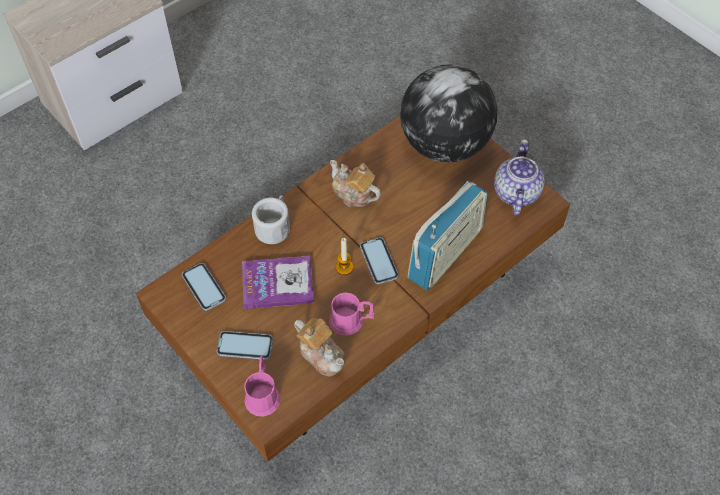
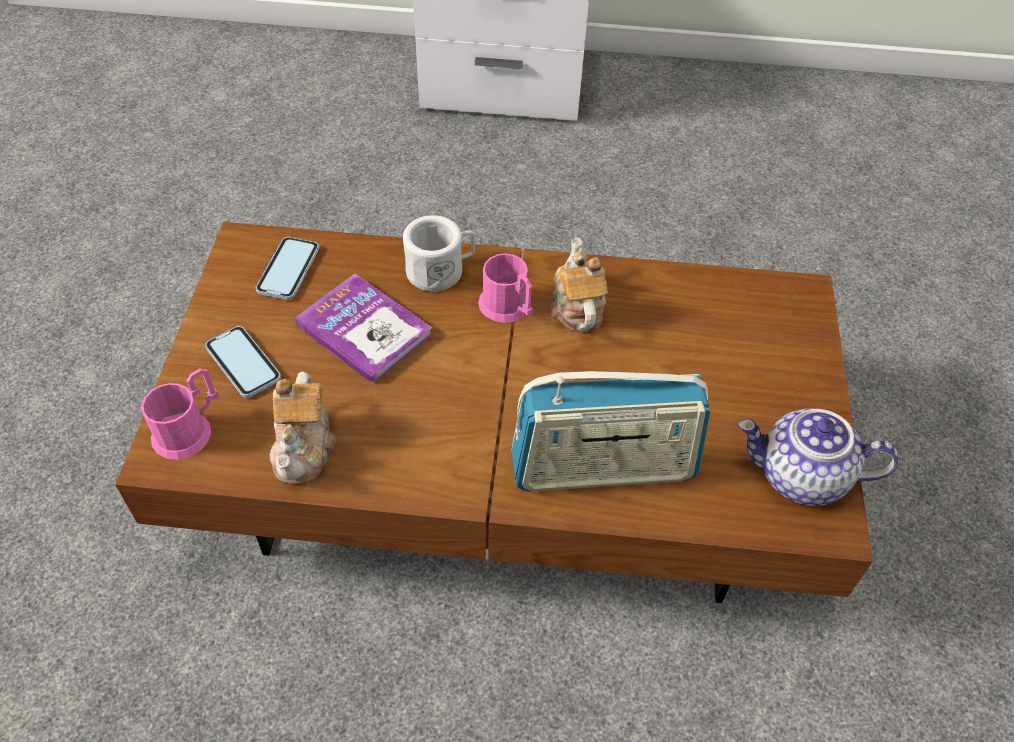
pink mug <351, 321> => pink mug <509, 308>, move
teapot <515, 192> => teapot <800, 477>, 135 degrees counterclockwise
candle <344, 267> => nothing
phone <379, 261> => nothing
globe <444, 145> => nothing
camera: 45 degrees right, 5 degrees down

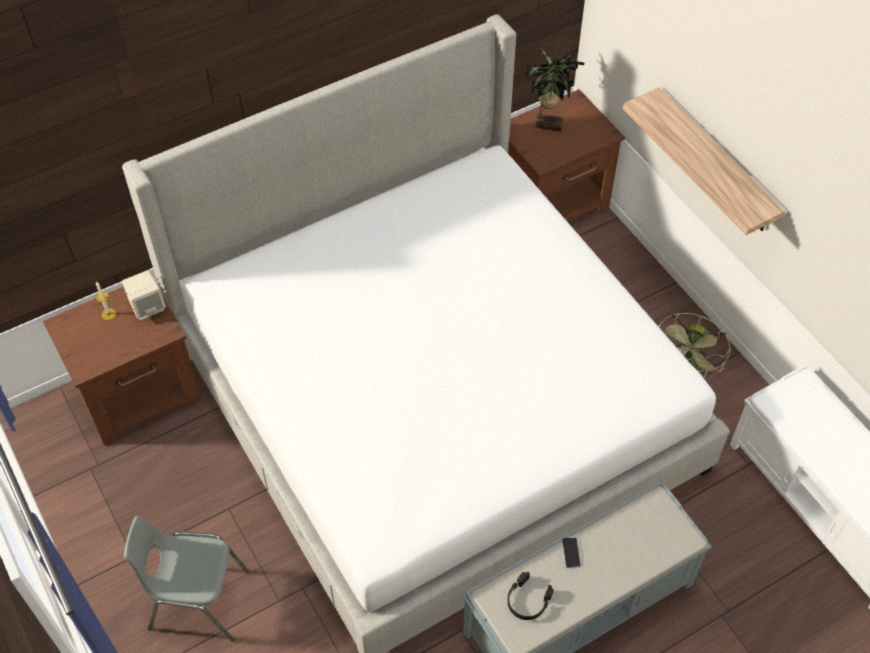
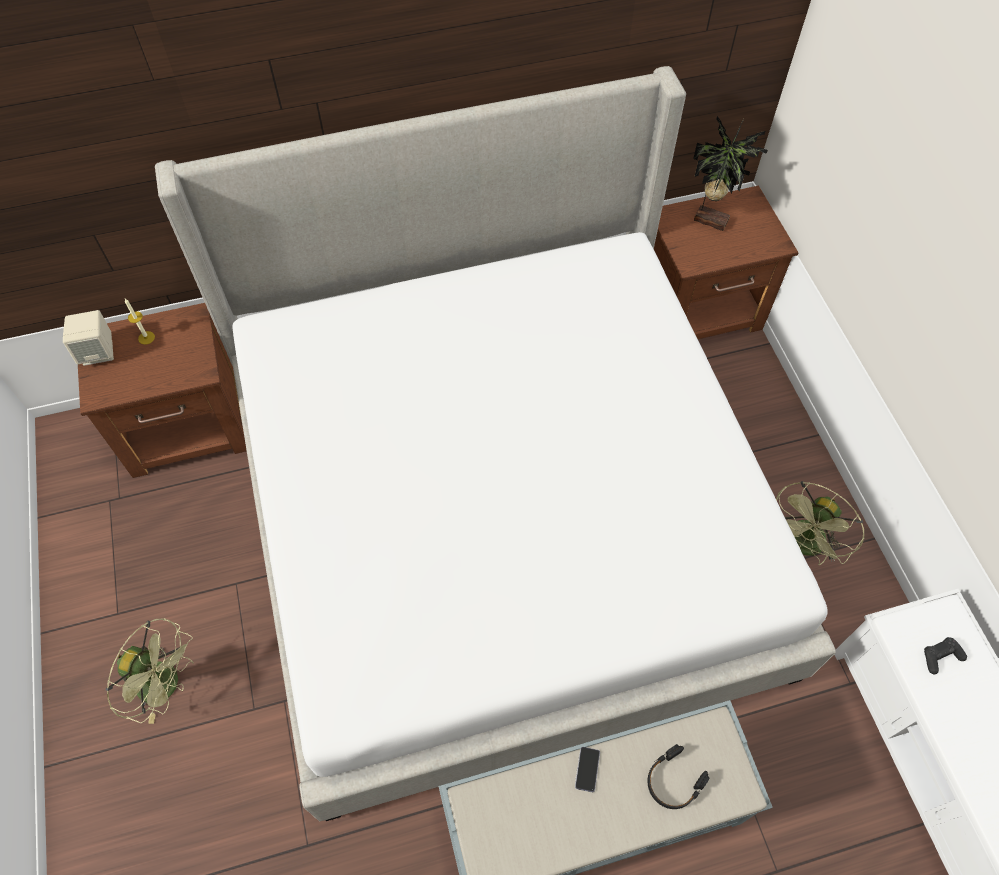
beige speaker <148, 307> => beige speaker <98, 352>, move
grey chair <198, 600> => green fan <167, 684>
black headphones <527, 600> => black headphones <673, 781>, move
nothing => black game controller <940, 656>
shelf <715, 162> => nothing
camera: 15 degrees right, 5 degrees up

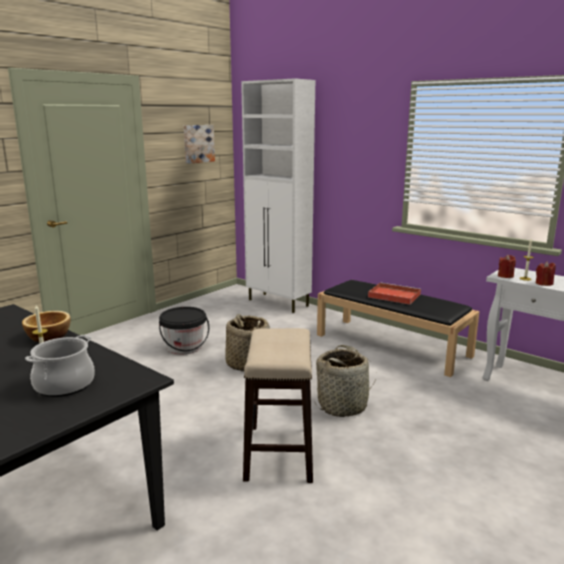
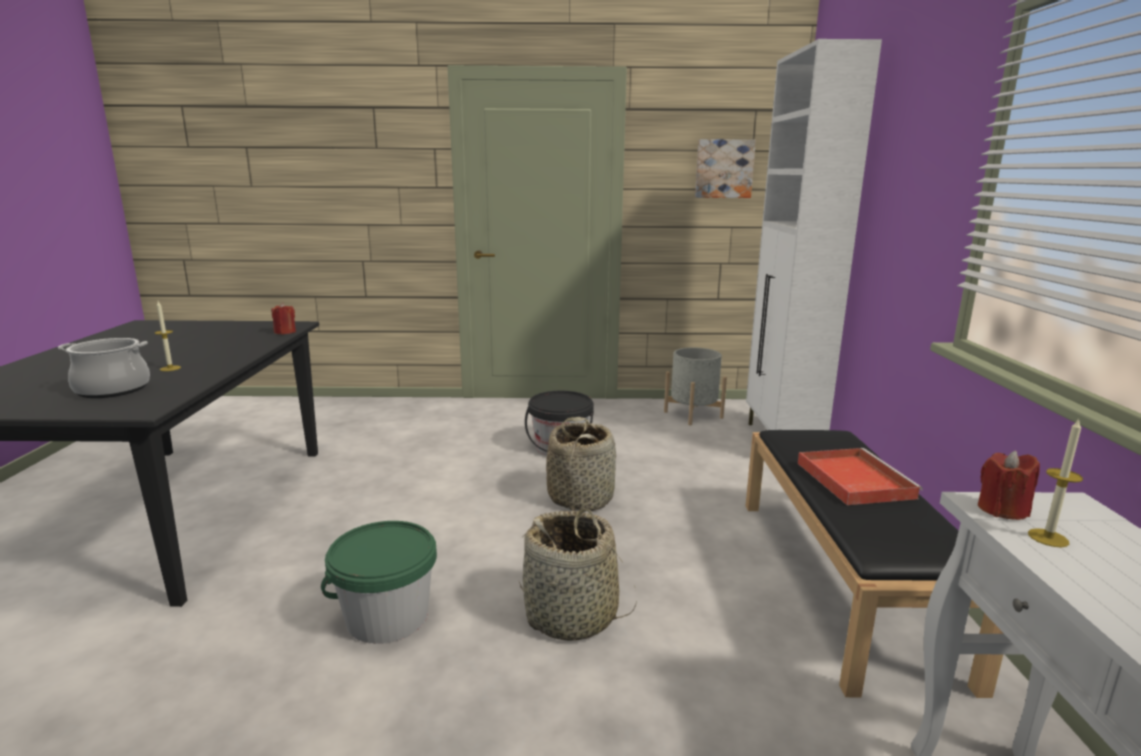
red candle <543, 283> => red candle <285, 332>, move
stool <279, 453> => green bucket <387, 617>
nothing => grey planter <693, 415>
bowl <48, 336> => nothing
camera: 50 degrees right, 0 degrees up

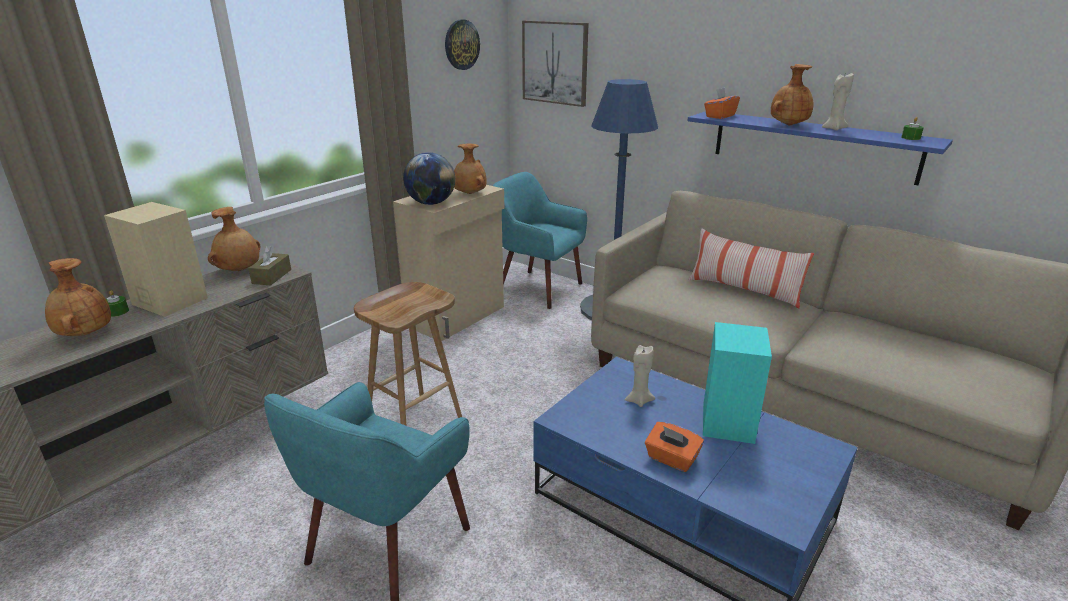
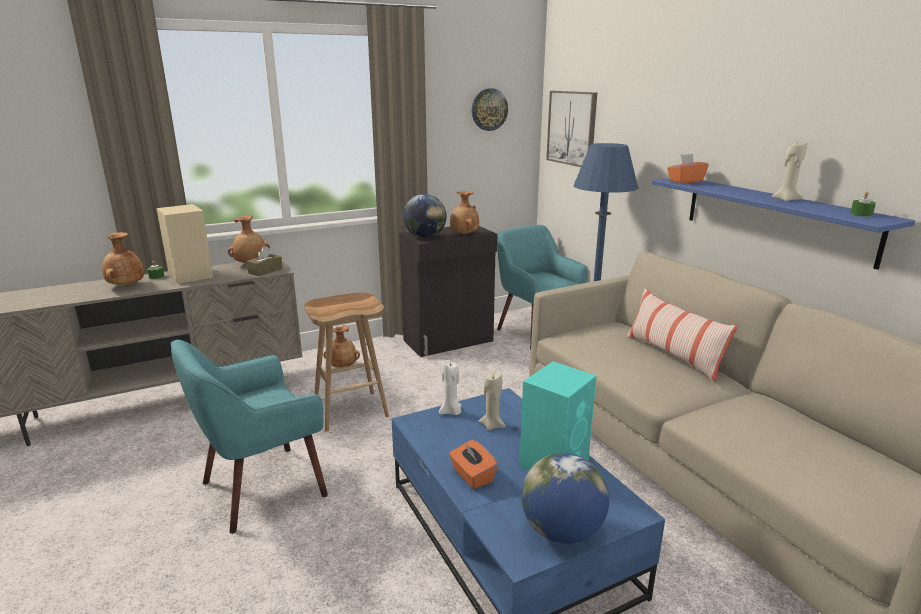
brown vase <788, 125> => brown vase <342, 366>, move
beige cabinet <457, 316> => black cabinet <449, 341>
nothing => white candle <451, 412>
nothing => globe <562, 531>
camera: 25 degrees right, 5 degrees down

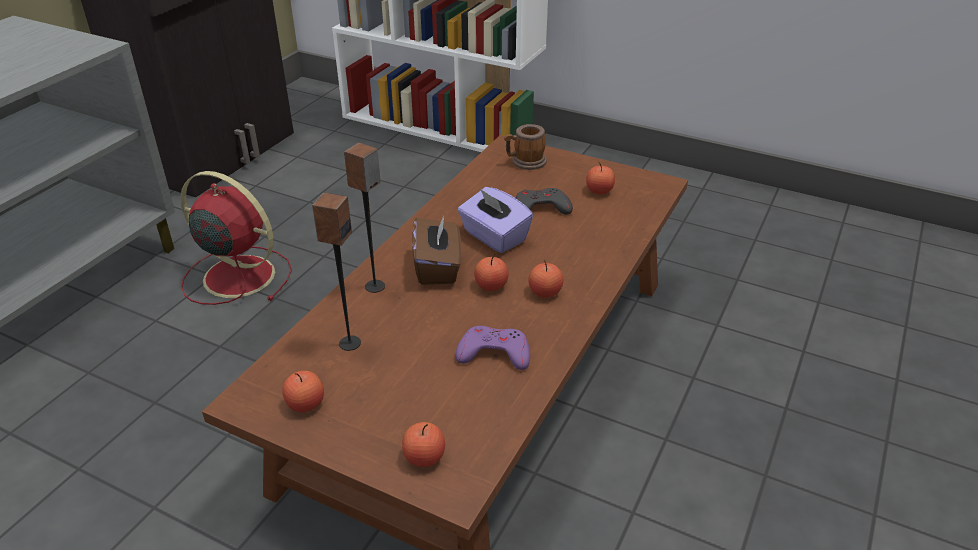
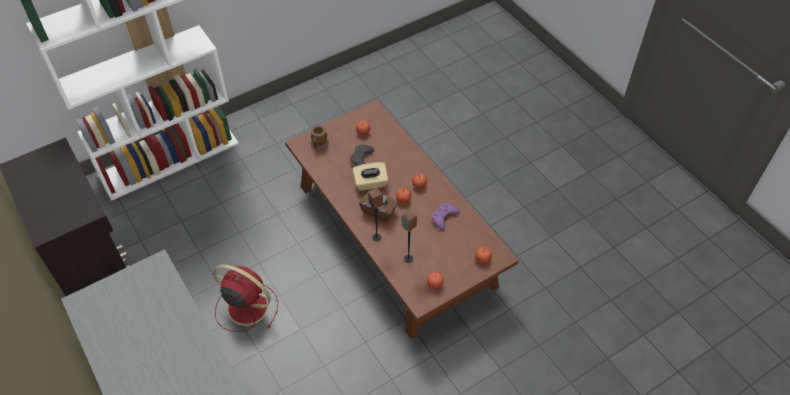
red fan <236, 275> => red fan <246, 306>, 60 degrees clockwise
purple tissue box <494, 237> => beige tissue box <370, 183>
camera: 60 degrees left, 15 degrees up

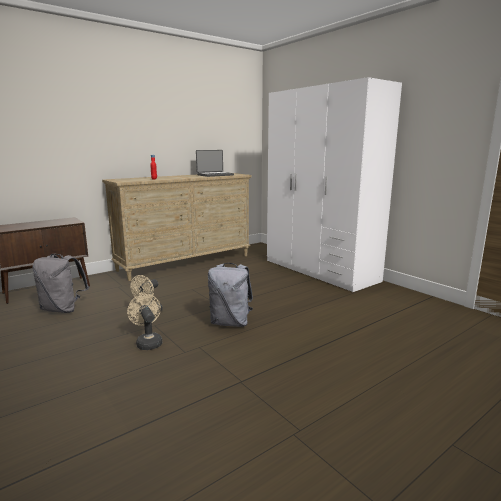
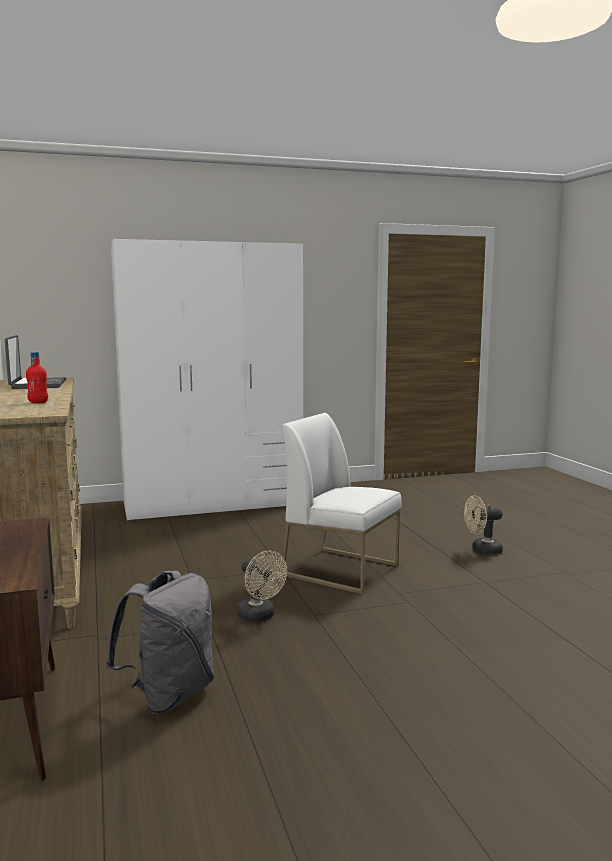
grey backpack <230, 323> => white chair <342, 570>
beige fan <148, 342> => beige fan <482, 550>, move
camera: 70 degrees left, 5 degrees down

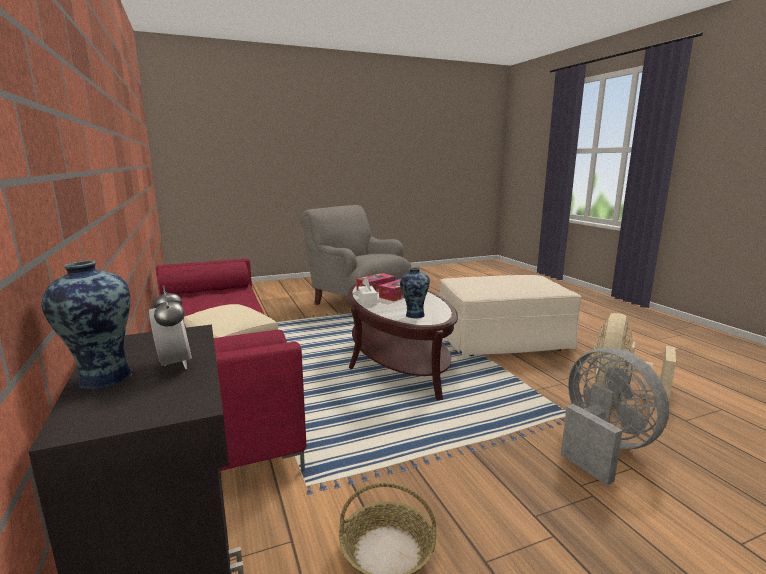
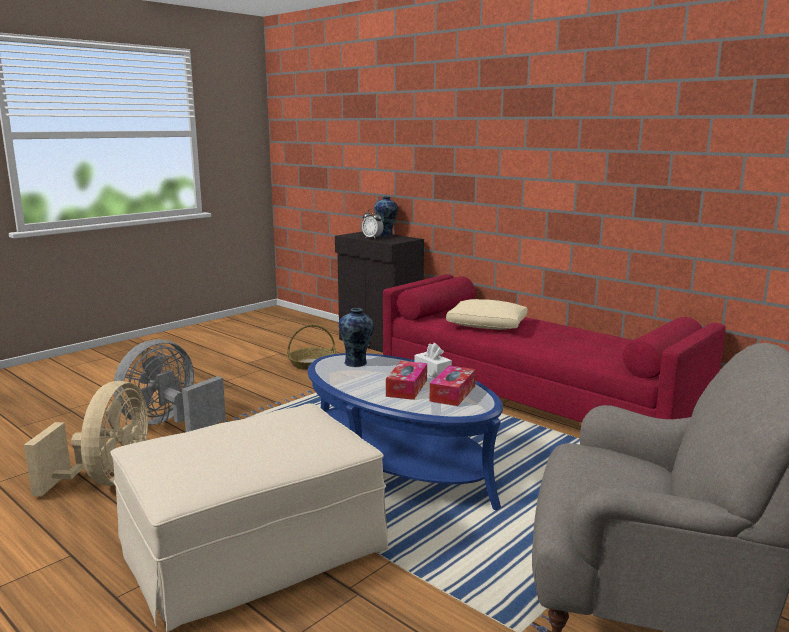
grey fan <602, 446> => grey fan <169, 423>, 90 degrees clockwise
brown coffee table <397, 360> => blue coffee table <398, 465>
camera: 155 degrees right, 0 degrees up

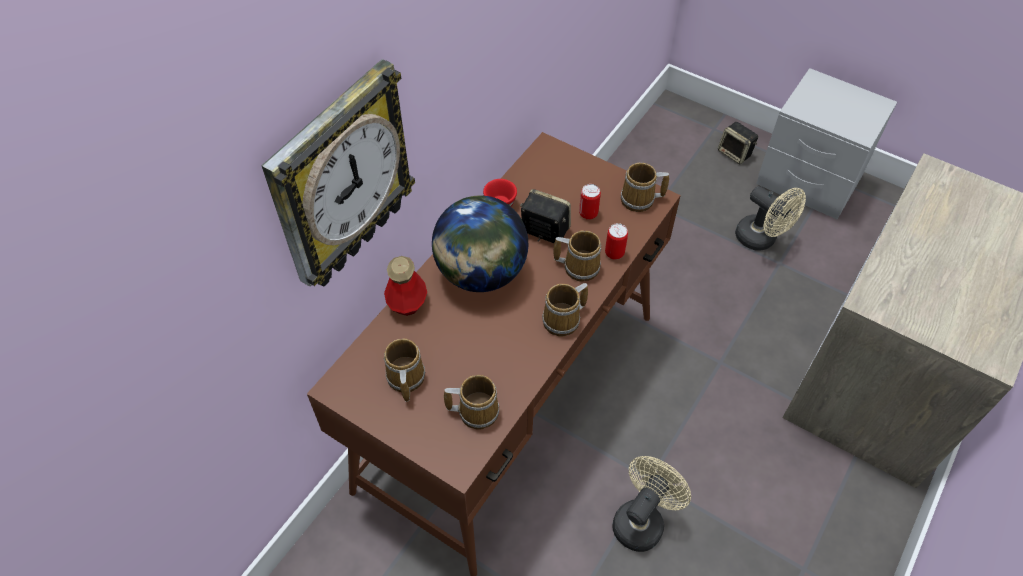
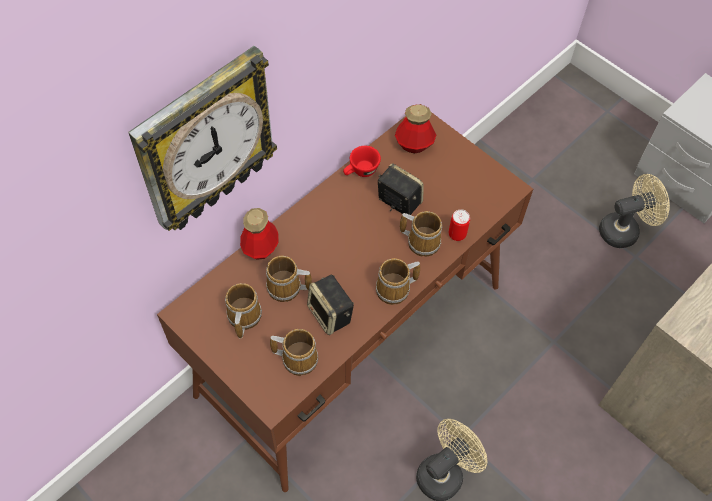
mug <640, 200> => mug <286, 288>, move
speaker <735, 153> => speaker <331, 314>, move
nothing => bottle <414, 144>
beige fan <761, 239> => beige fan <624, 230>, 75 degrees counterclockwise
globe <481, 273> => nothing
can <588, 213> => nothing
camera: 10 degrees right, 5 degrees up

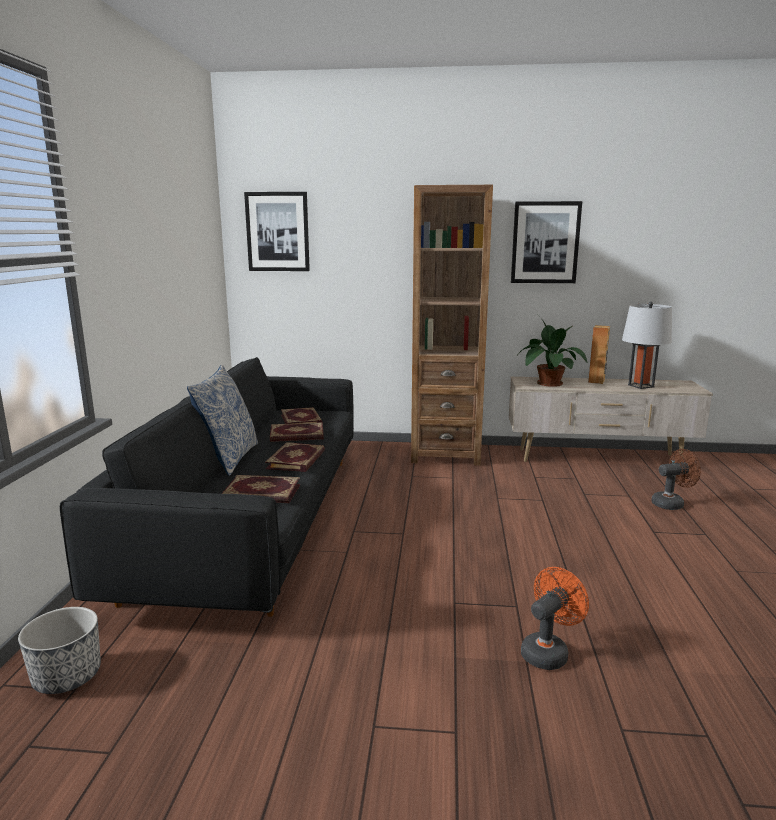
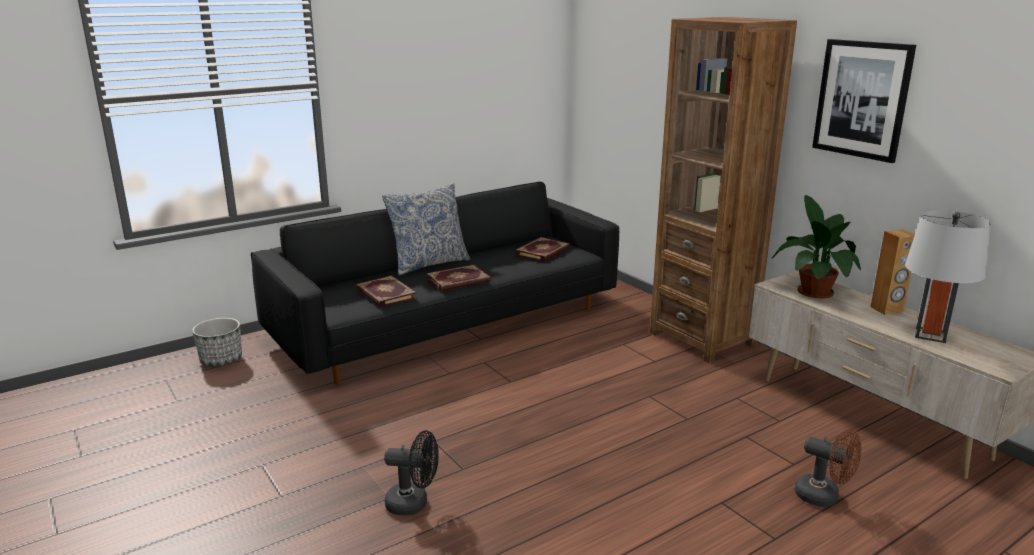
orange fan <548, 651> => black fan <414, 503>
picture <277, 232> => nothing
book <297, 435> => nothing
camera: 50 degrees right, 5 degrees up

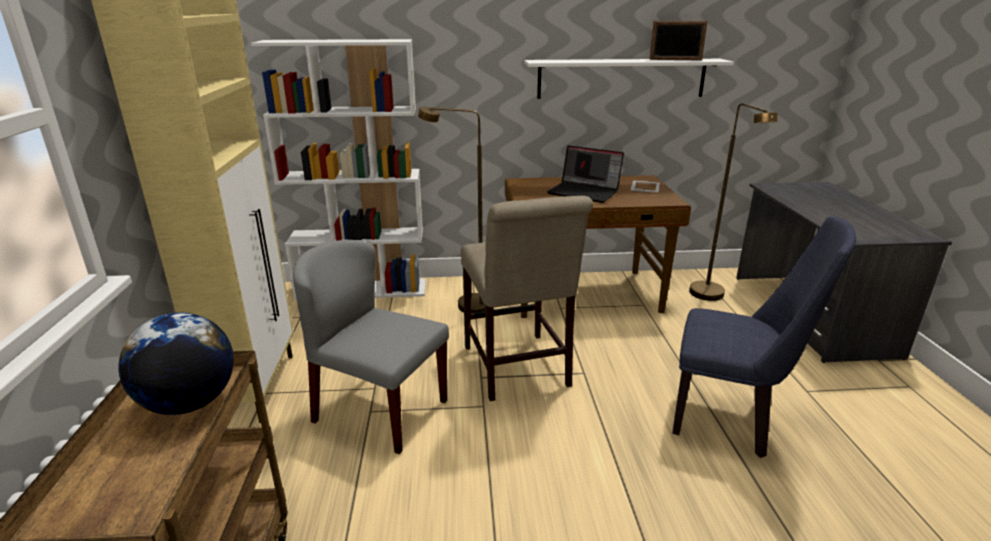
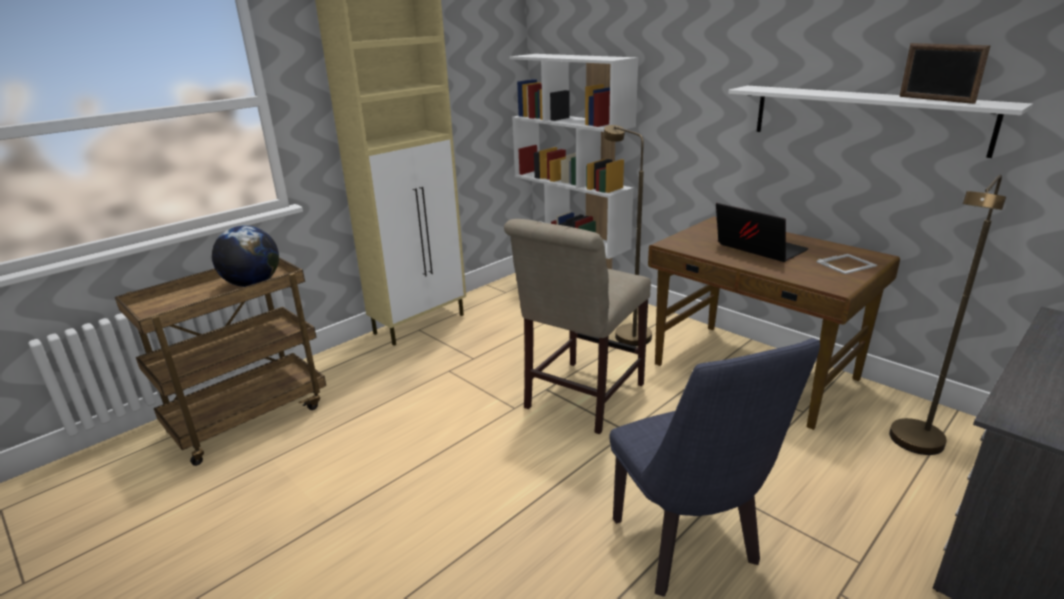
laptop <585, 192> => laptop <757, 249>, 150 degrees clockwise
grey chair <380, 410> => nothing
camera: 50 degrees right, 0 degrees up

